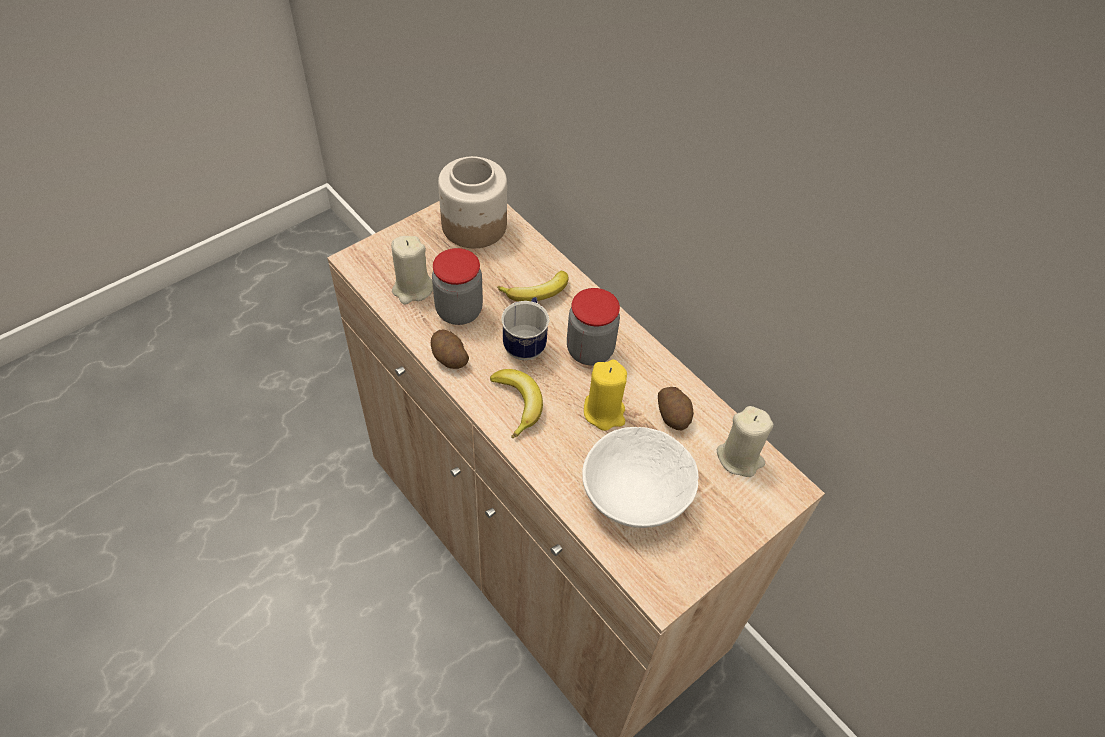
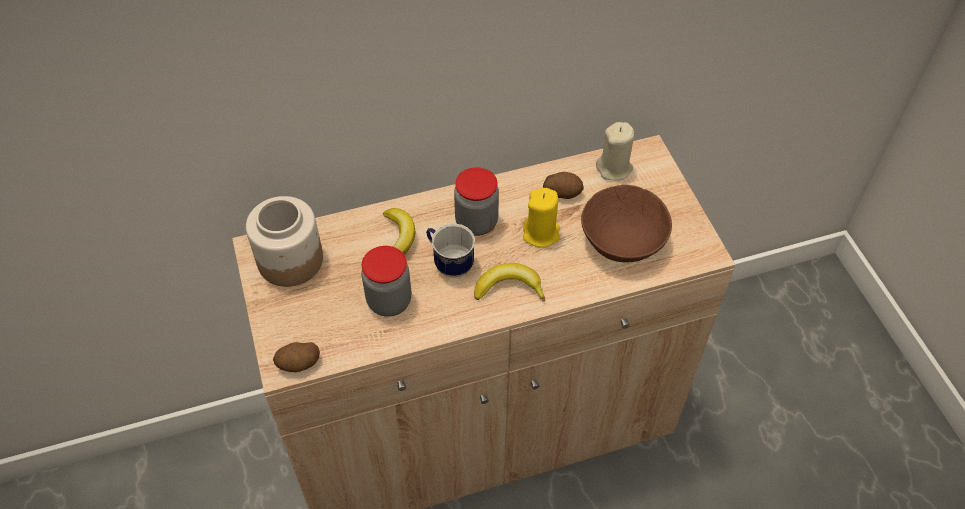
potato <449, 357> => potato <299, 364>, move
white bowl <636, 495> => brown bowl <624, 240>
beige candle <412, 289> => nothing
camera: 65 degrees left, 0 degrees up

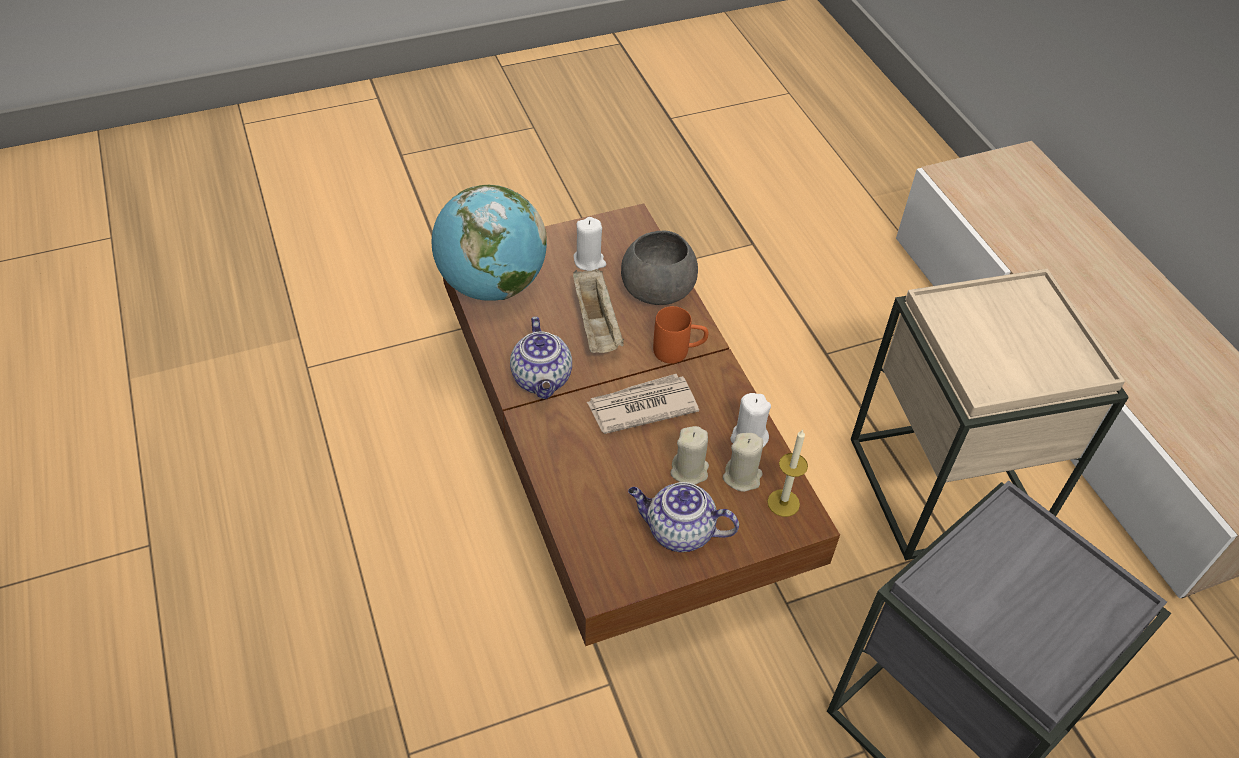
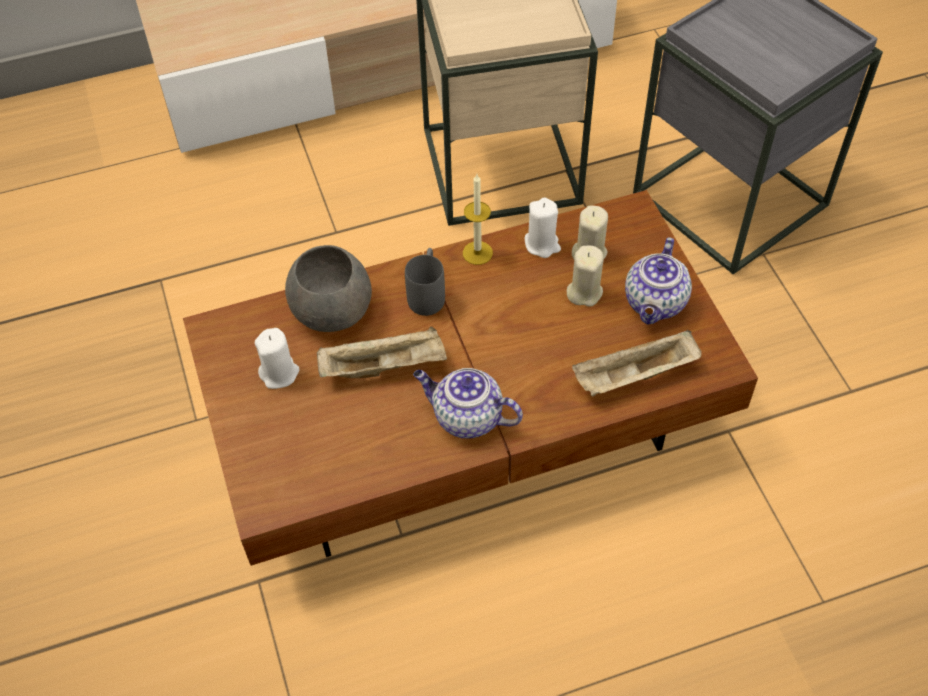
orange mug <679, 351> => grey mug <427, 293>
teapot <542, 379> => teapot <466, 417>, 150 degrees counterclockwise
candle <783, 503> => candle <477, 253>, move
nothing => beige tray <634, 376>
globe <492, 285> => nothing
newspaper <641, 406> => nothing
camera: 85 degrees left, 5 degrees up

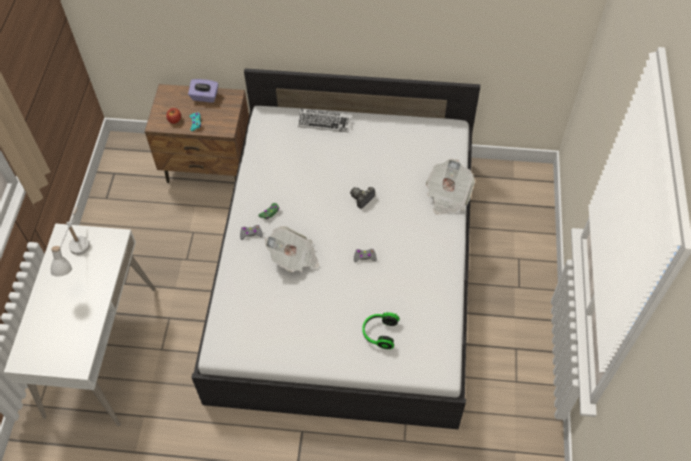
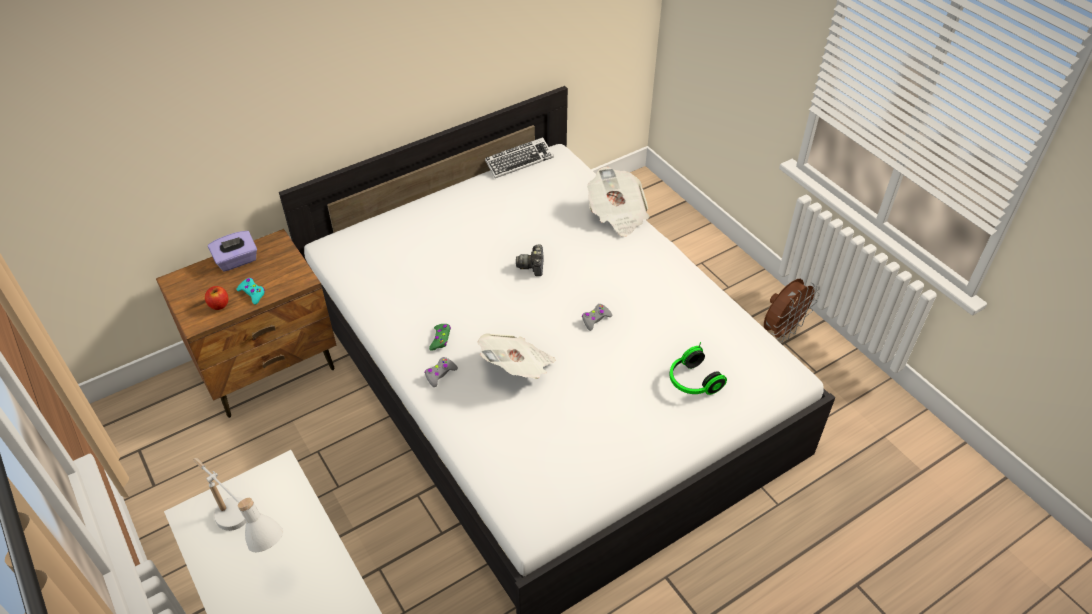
keyboard <324, 122> => keyboard <519, 161>, move
nothing => brown fan <782, 331>
camera: 40 degrees left, 10 degrees down

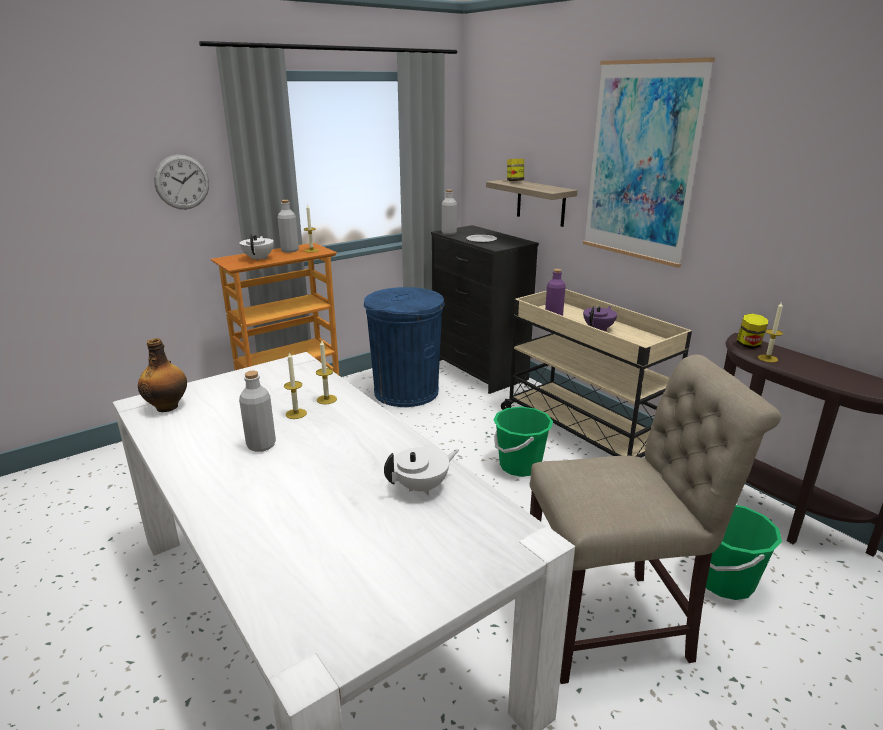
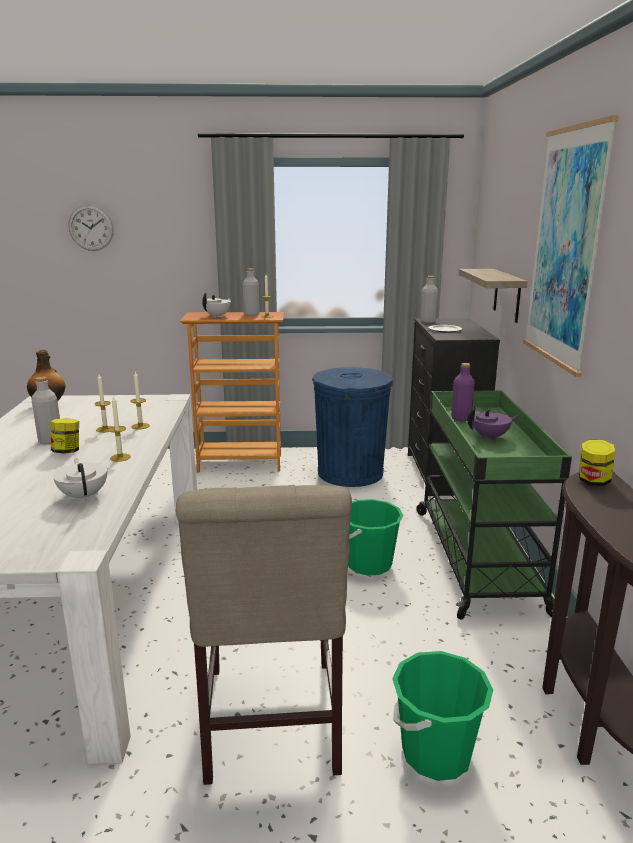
jar <515, 181> => jar <67, 451>, move
white teapot <422, 487> => white teapot <84, 496>, 120 degrees counterclockwise
wall clock <182, 182> => wall clock <91, 228>, move
candle <767, 358> => candle <120, 457>, move
beige chair <615, 624> => beige chair <270, 726>, 60 degrees clockwise
beige cart <582, 431> => green cart <476, 557>
camera: 35 degrees right, 5 degrees down

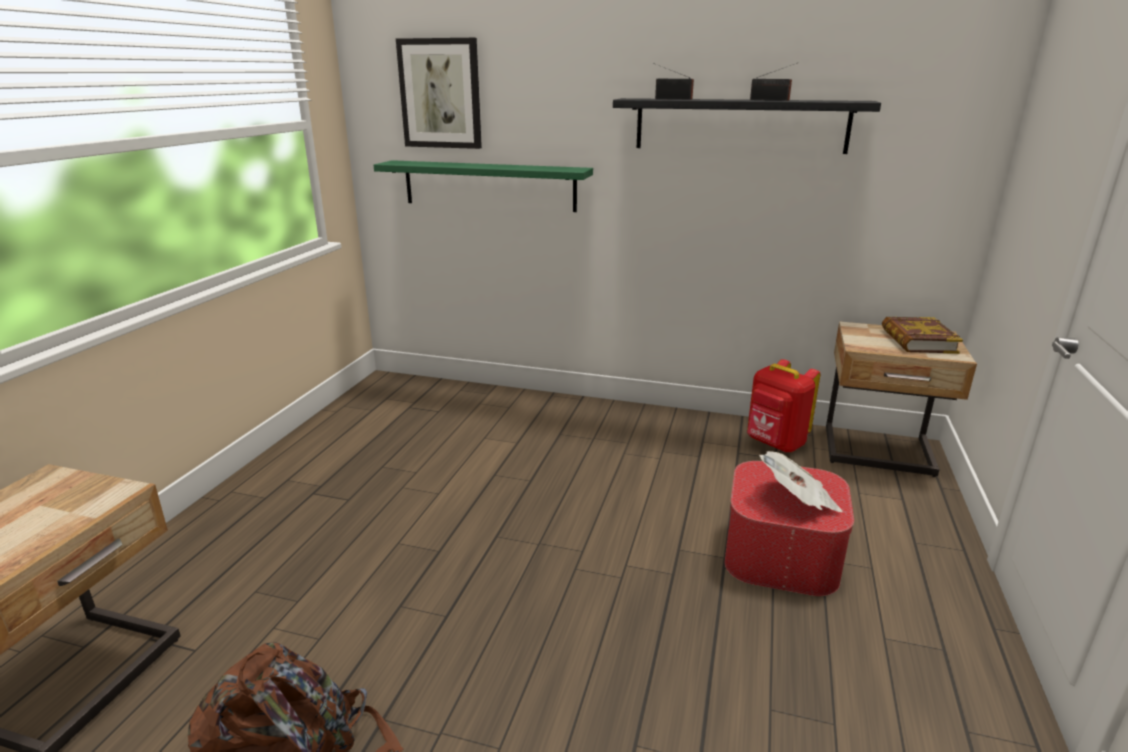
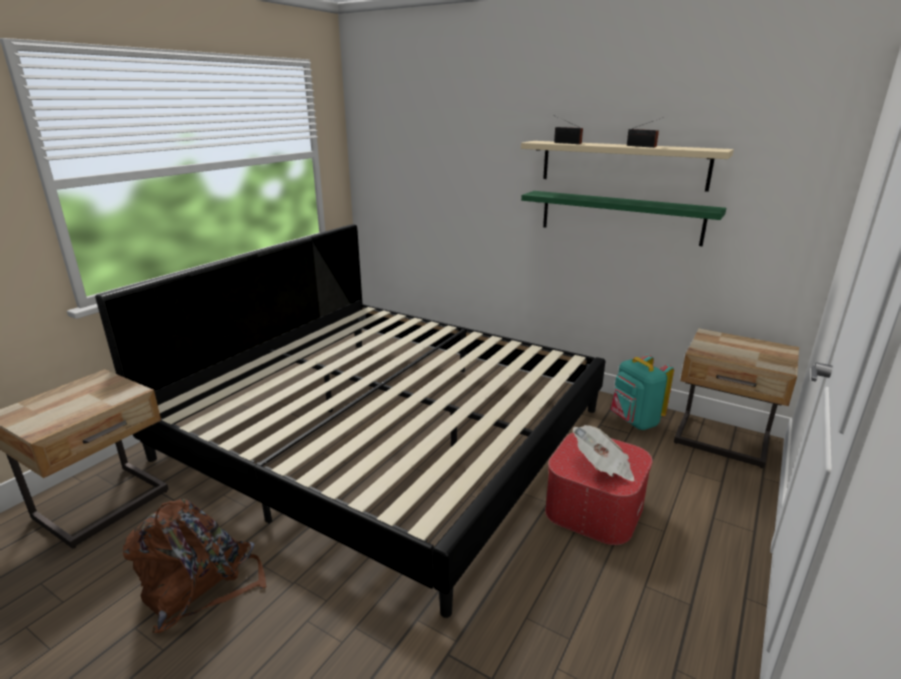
nothing => bed <386, 432>
black shelf <740, 125> => beige shelf <622, 164>
green shelf <489, 185> => green shelf <620, 217>, move
red backpack <775, 444> => turquoise backpack <634, 422>
picture <440, 94> => nothing
book <917, 341> => nothing
camera: 15 degrees right, 0 degrees up

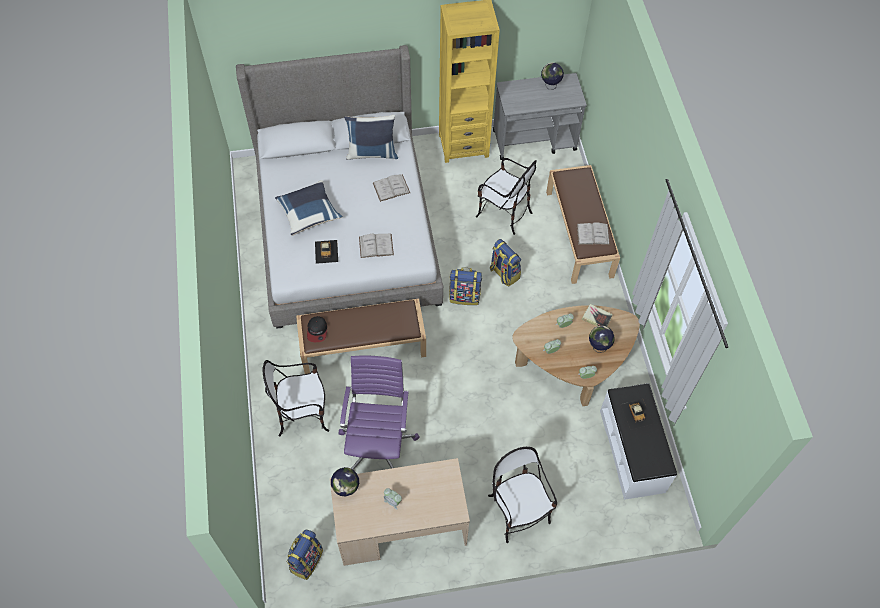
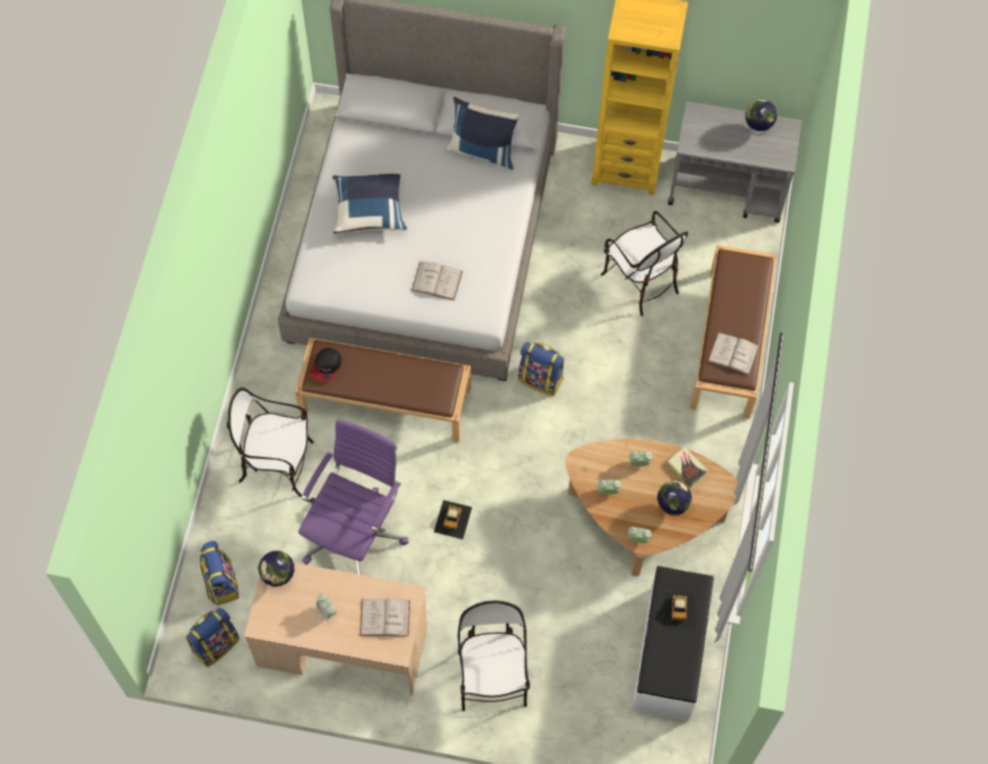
backpack <504, 273> => backpack <221, 583>, move
white book <391, 188> => white book <385, 617>, move
toy car <326, 251> => toy car <453, 519>, move
camera: 20 degrees right, 5 degrees up

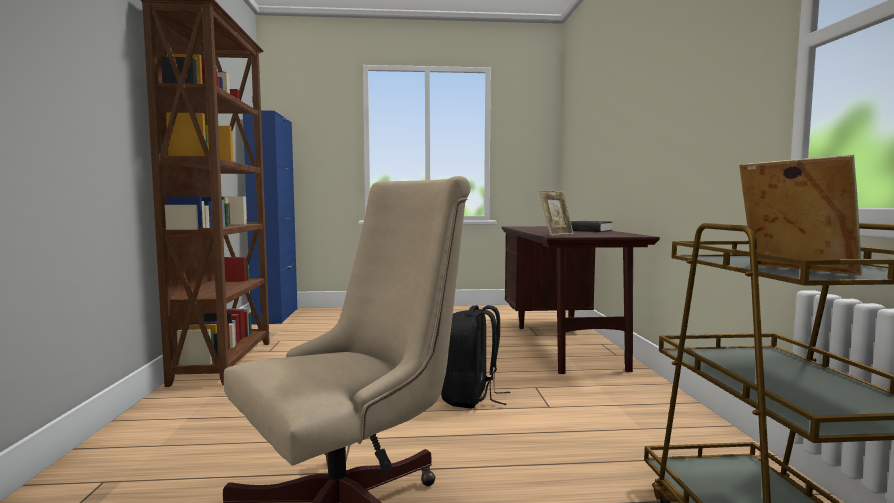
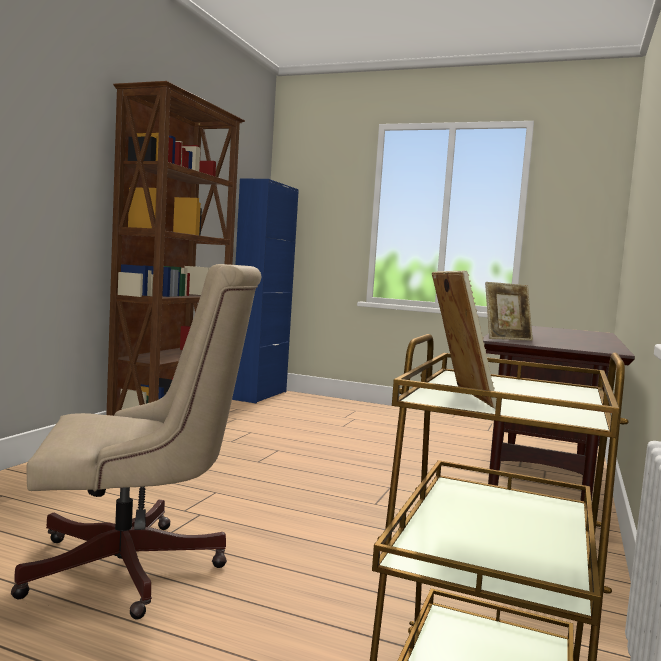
black backpack <470, 398> => nothing
black book <587, 230> => nothing
camera: 25 degrees right, 0 degrees up

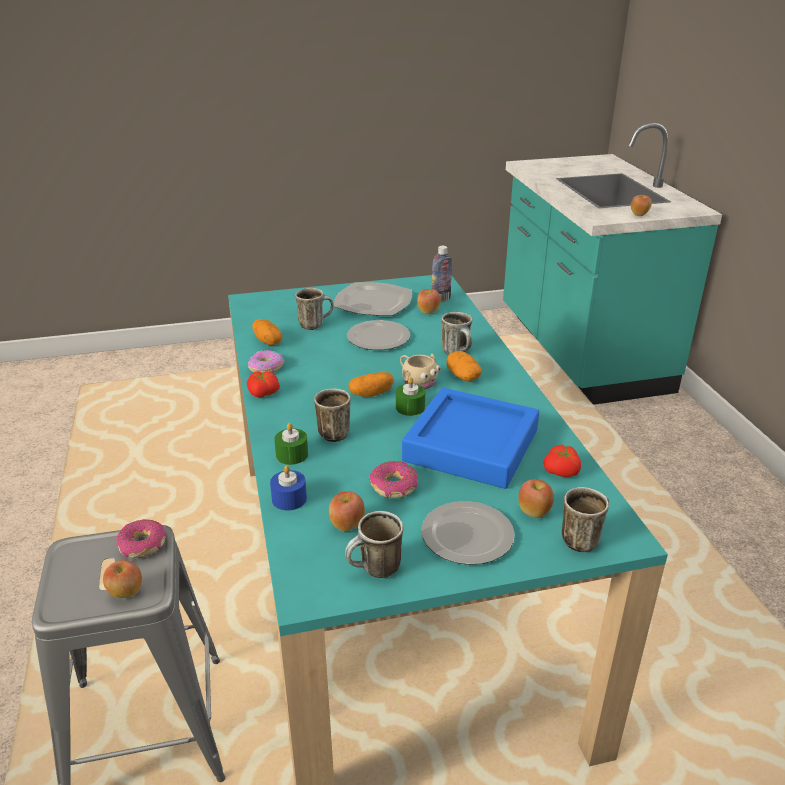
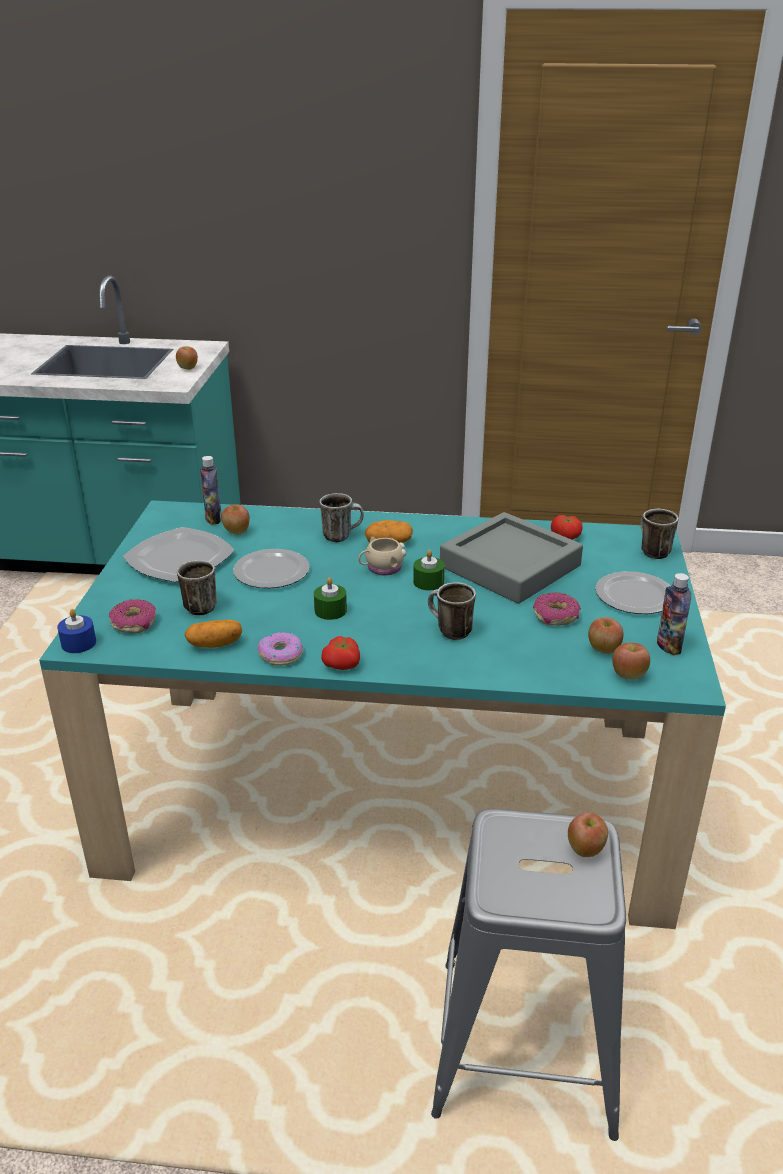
blue candle <289, 499> => blue candle <78, 643>, move
donut <143, 545> => donut <134, 623>, move
green candle <292, 455> => green candle <330, 610>, move
blue tray <471, 445> => grey tray <510, 566>
apple <534, 512> => apple <628, 675>, move
mug <375, 571> => bottle <668, 646>
potato <371, 394> => nothing
camera: 70 degrees left, 0 degrees up

